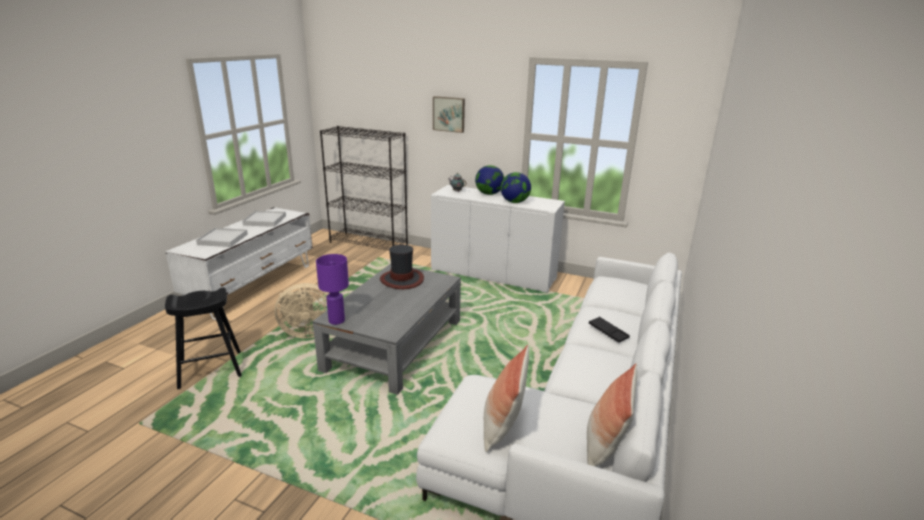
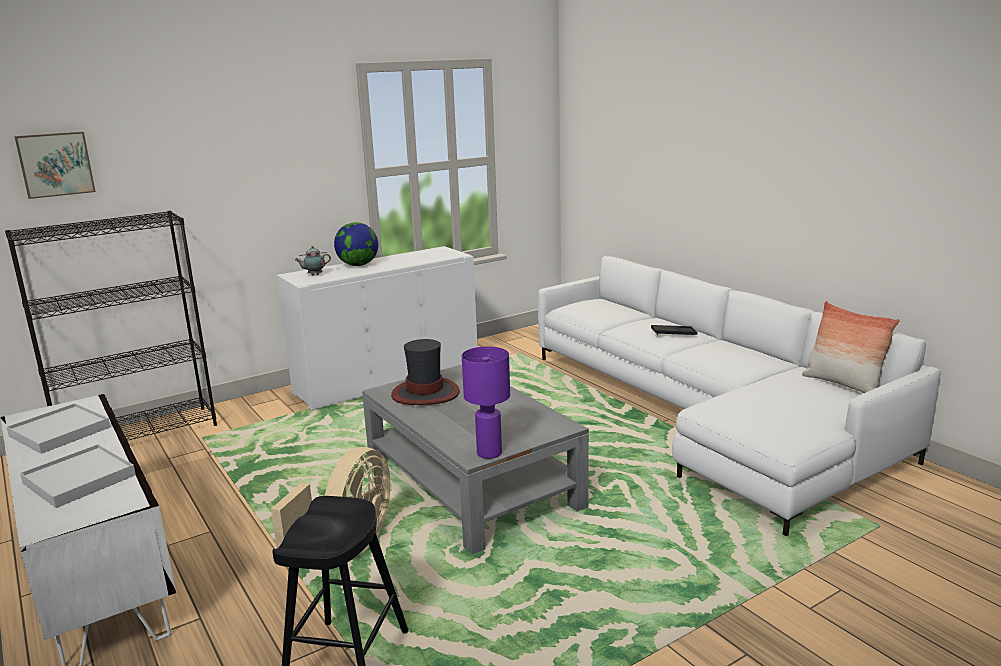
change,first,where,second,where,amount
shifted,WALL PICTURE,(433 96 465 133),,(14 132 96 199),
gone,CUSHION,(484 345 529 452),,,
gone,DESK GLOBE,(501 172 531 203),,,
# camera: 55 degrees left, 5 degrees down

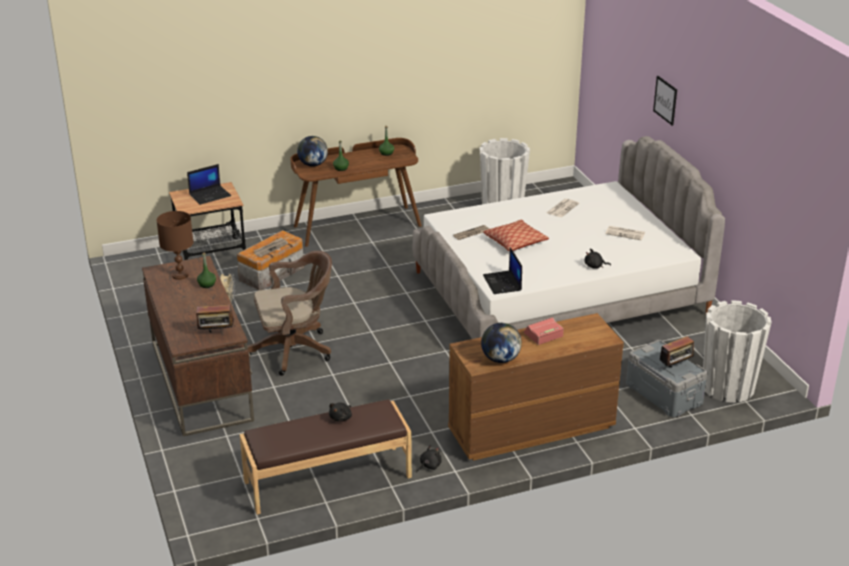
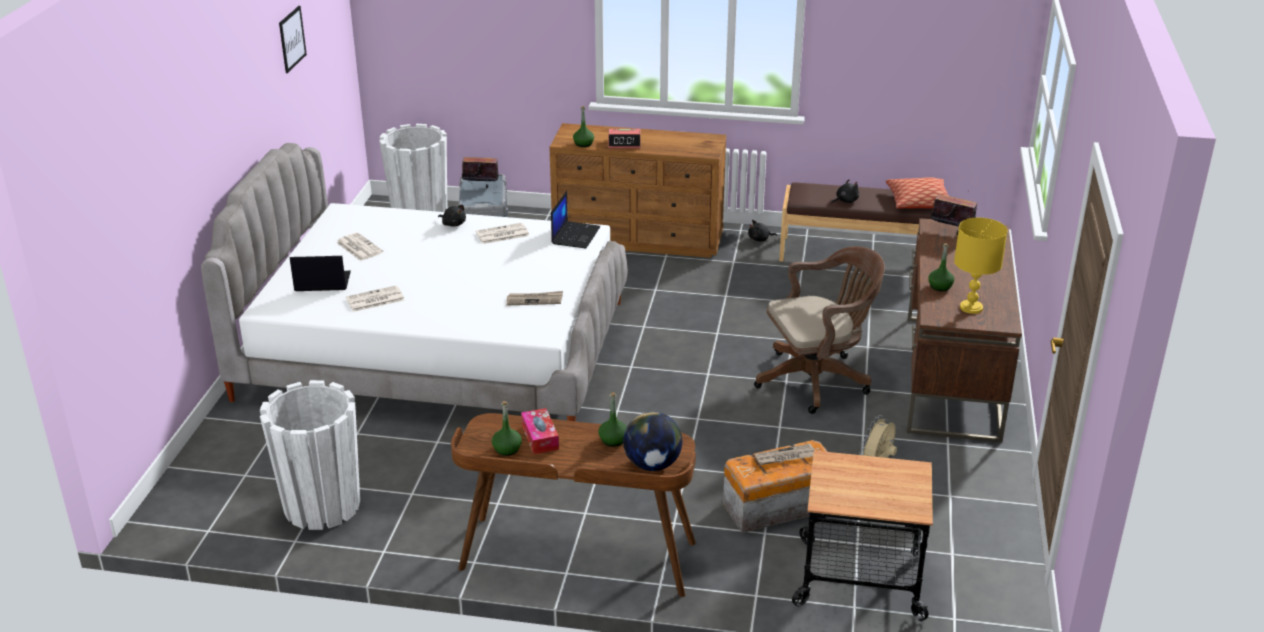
change,first,where,second,where,amount
repainted,BROWN-COLOURED TABLETOP LAMP,(157 211 194 280),YELLOW TABLETOP LAMP,(954 218 1008 314),
shifted,NOTEBOOK COMPUTER,(187 164 231 205),,(289 256 351 291),
rotated,BROWN-COLOURED OFFICE CHAIR,(247 251 332 376),,(754 246 885 414),150 degrees clockwise
gone,DESK GLOBE,(481 323 522 363),,,
shifted,CUSHION,(483 219 549 252),,(886 177 949 209),
shifted,WALL PICTURE,(653 76 677 126),,(279 6 307 73),
new,,,NEWSPAPER,(476 223 530 244),
new,,,TISSUE HOLDER,(521 408 559 454),
new,,,GREEN DRINK BOTTLE,(573 106 594 147),
# camera: 150 degrees left, 0 degrees up

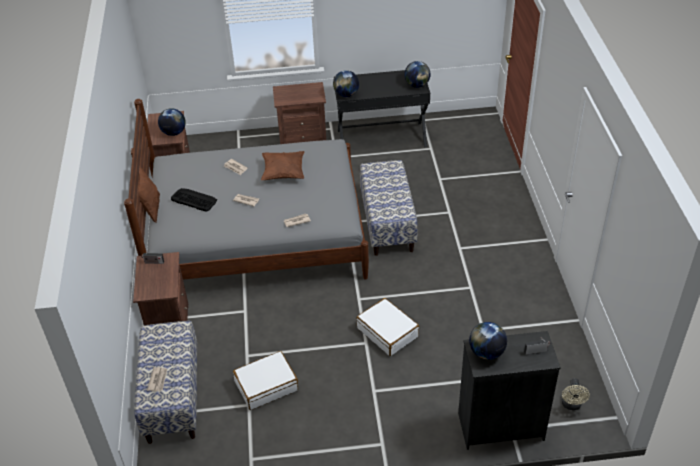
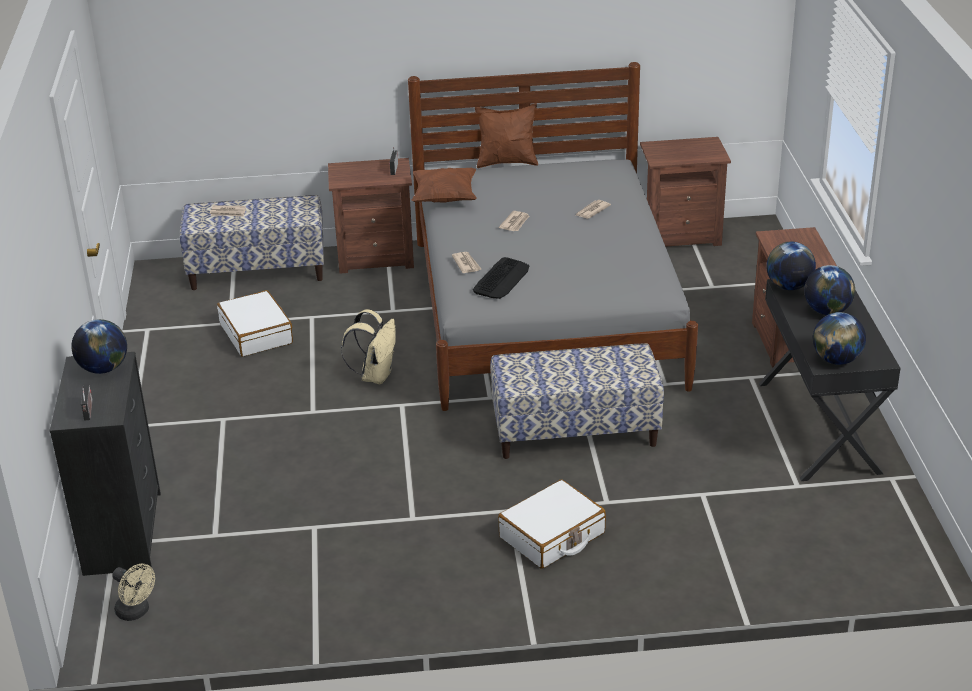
change,first,where,second,where,amount
shifted,DESK GLOBE,(158 108 186 136),,(804 265 855 315),
shifted,COMPUTER KEYBOARD,(171 188 217 212),,(473 257 530 299),
shifted,BROWN-COLOURED CUSHION,(261 151 304 180),,(412 168 477 203),
shifted,WHITISH PIECE OF LUGGAGE,(356 298 419 356),,(498 480 606 569),
rotated,BEIGE-COLOURED COOLING FAN,(562 378 590 410),,(112 564 155 621),150 degrees counterclockwise
new,,,BEIGE-COLOURED RUCKSACK,(341 309 396 384),
# camera: 90 degrees right, 10 degrees down

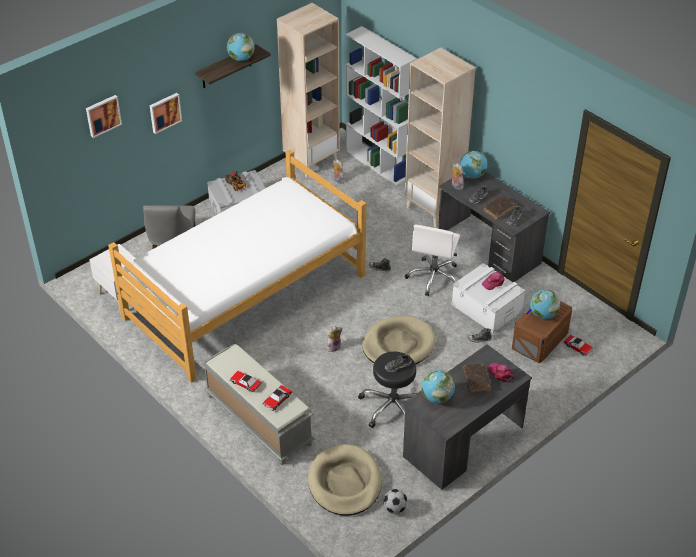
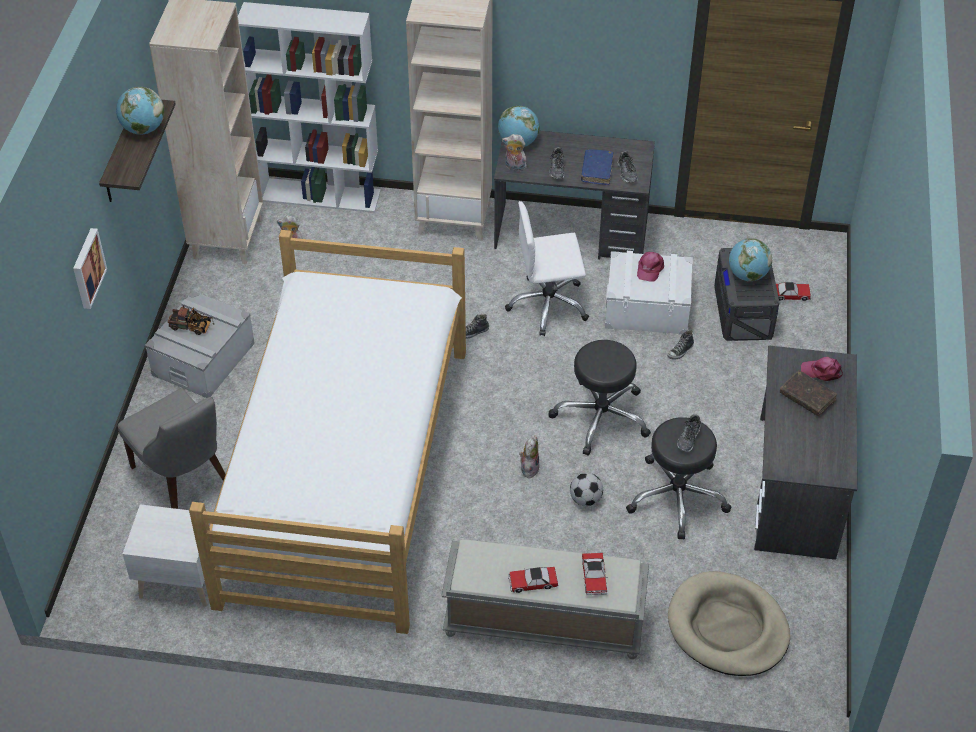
change,first,where,second,where,amount
gone,WALL PICTURE,(86 95 122 138),,,
swapped,BEIGE-COLOURED PET BED,(362 316 436 364),BLACK-COLOURED STOOL SEAT,(548 340 651 456),
shifted,BALL FOR FOOTBALL,(383 489 407 514),,(570 473 603 506),
rotated,WHITISH OFFICE CHAIR,(405 225 460 296),,(505 201 589 336),105 degrees clockwise
gone,DESK GLOBE,(421 370 455 403),,,
repainted,BROWN-COLOURED VOLUME,(483 196 516 220),BLUE-COLOURED VOLUME,(581 149 613 185),
repainted,BROWN-COLOURED STORAGE BIN,(512 301 572 363),GREYISH STORAGE BIN,(714 248 780 341),
# camera: 40 degrees left, 5 degrees up

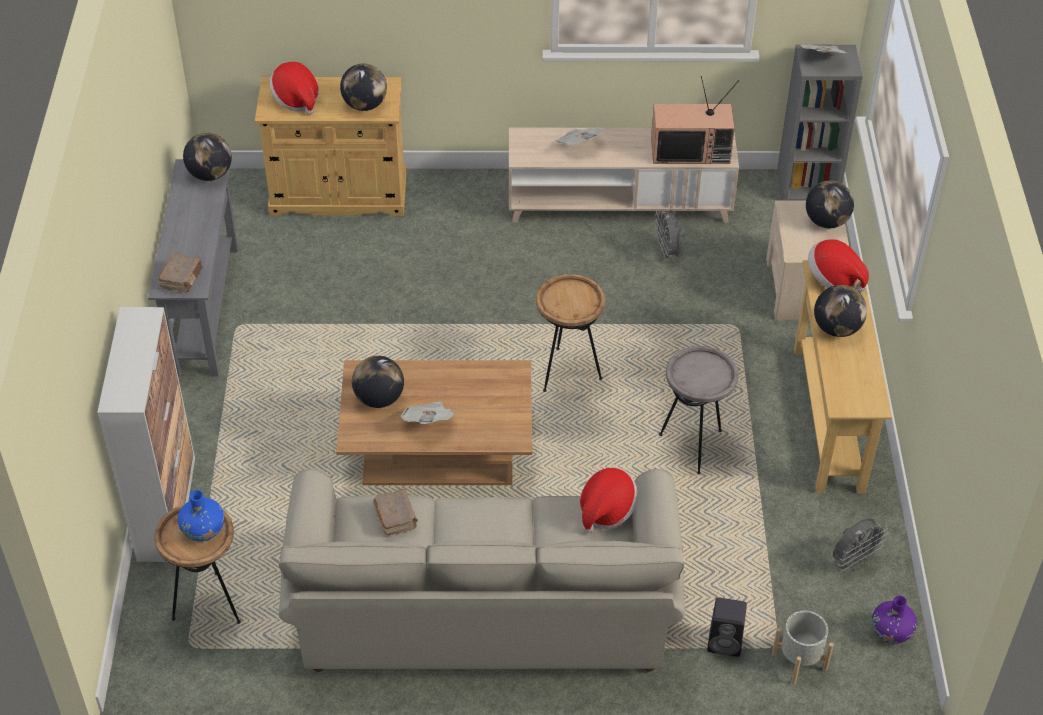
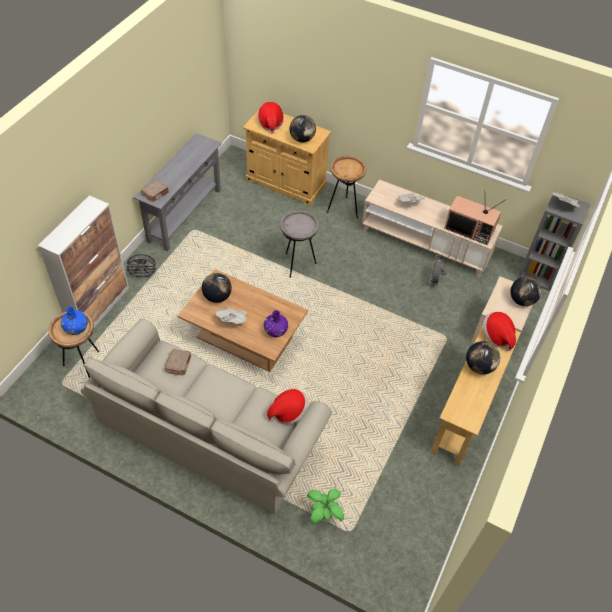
change,first,where,second,where,amount
gone,DESK GLOBE,(183 133 232 181),,,
shifted,BROWN-COLOURED END TABLE,(536 274 605 392),,(327 156 366 218),
shifted,GREYISH END TABLE,(659 346 738 474),,(280 210 319 278),
swapped,BLACK-COLOURED AUDIO SPEAKER,(707 597 747 657),PLANT IN A POT,(307 488 344 525),
gone,GREYISH PLANT POT,(772 611 834 685),,,
shifted,GREYISH COOLING FAN,(833 518 888 572),,(125 254 157 279),
shifted,PURPLE VASE,(872 596 917 644),,(264 310 288 337),
# camera: 25 degrees right, 5 degrees up

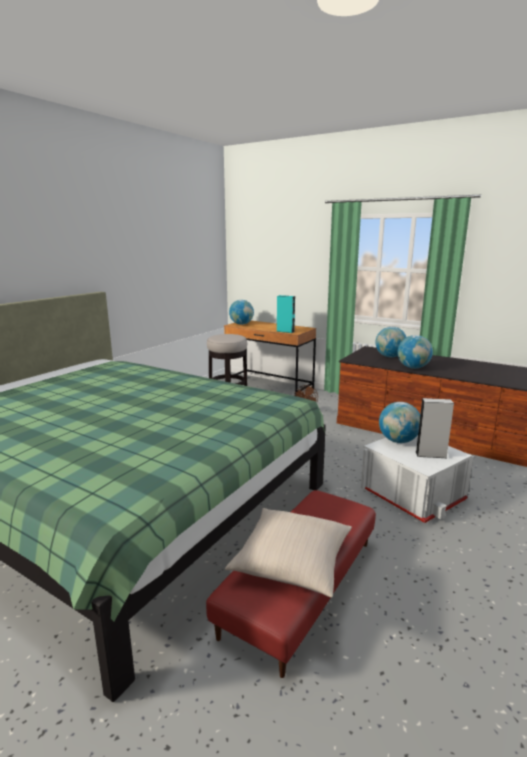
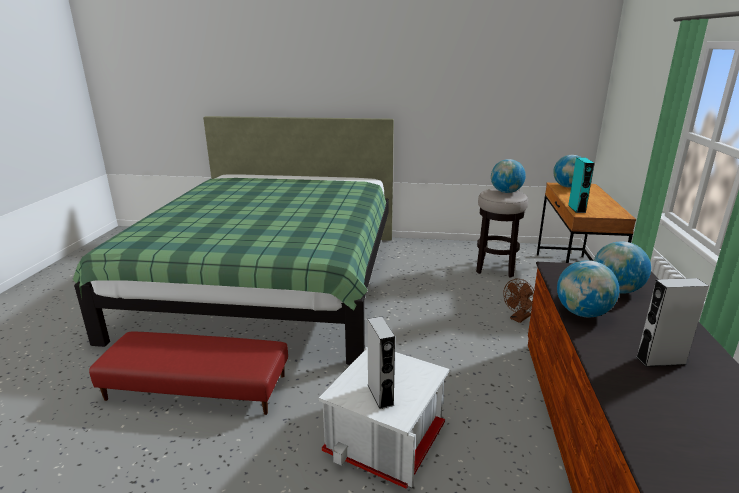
change,first,where,second,where,amount
gone,BEIGE-COLOURED CUSHION,(225 508 352 598),,,
shifted,DESK GLOBE,(379 402 420 443),,(491 159 526 193),
new,,,GREYISH AUDIO SPEAKER,(636 278 709 367),
# camera: 65 degrees right, 5 degrees up

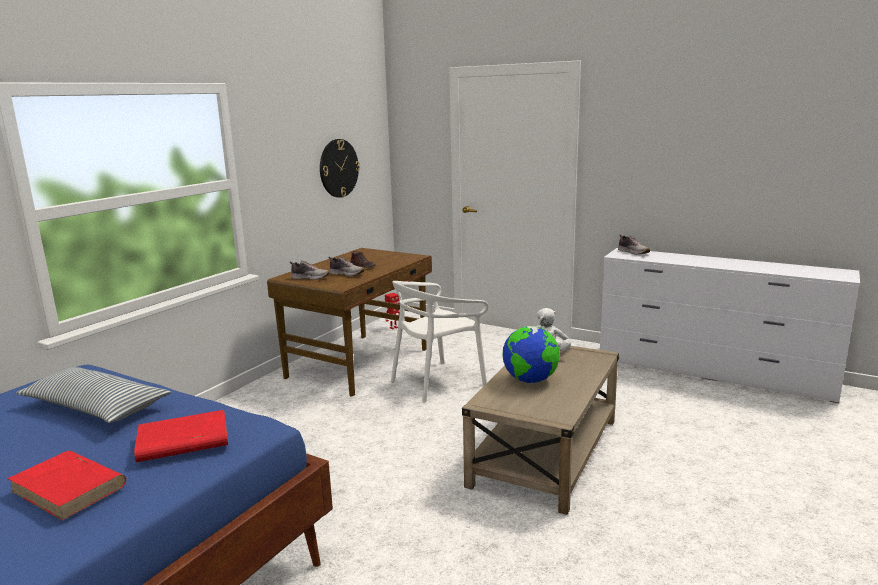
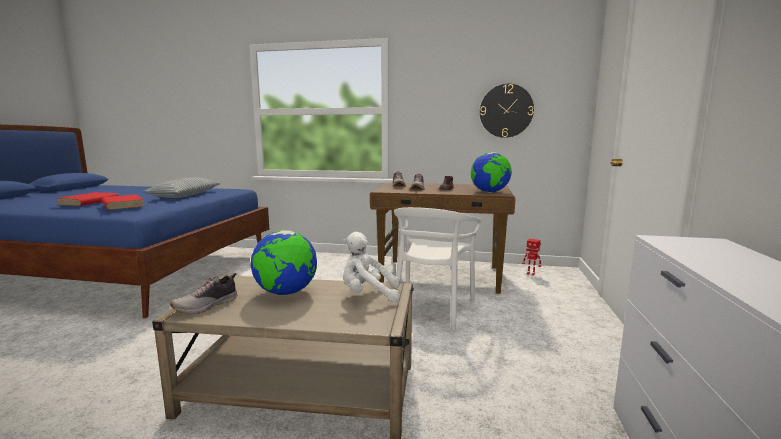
change,first,where,second,where,amount
rotated,WHITISH UPRIGHT CHAIR,(391 281 489 403),,(394 207 481 331),105 degrees counterclockwise
shifted,SHOE,(618 234 650 255),,(170 273 237 314),
new,,,DESK GLOBE,(471 152 512 192),
# camera: 70 degrees right, 5 degrees down

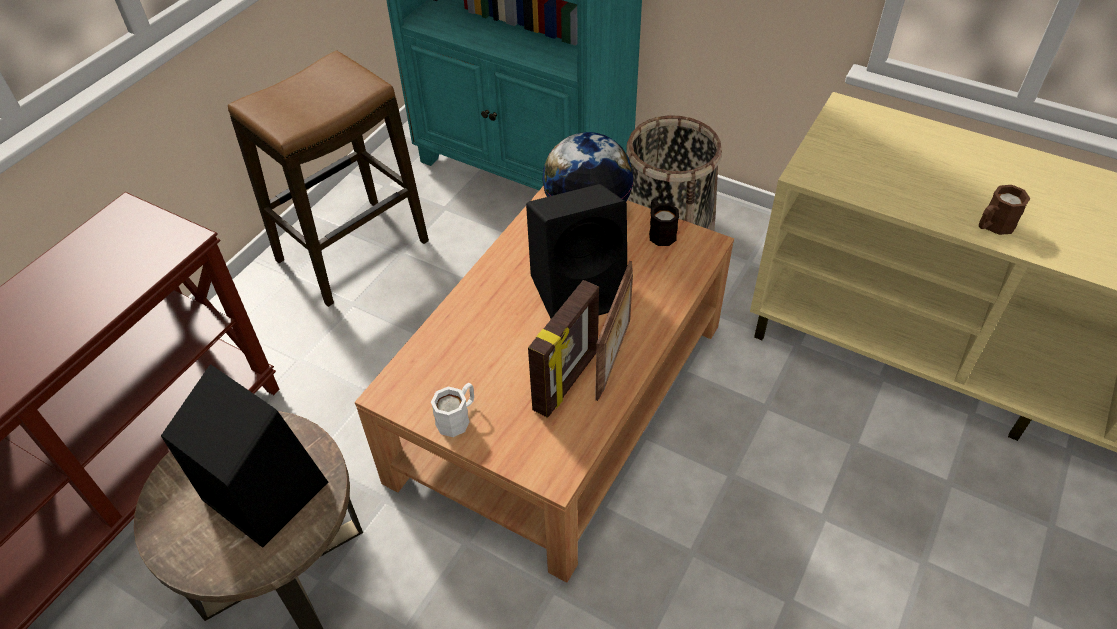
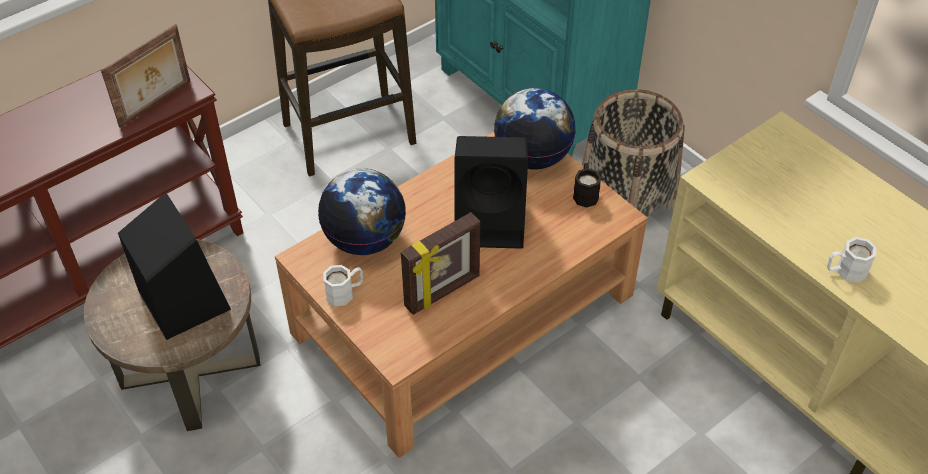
change,first,where,second,where,amount
shifted,STANDING FRAME,(595 261 633 401),,(101 24 191 128),
repainted,BROWN-COLOURED COFFEE MUG,(979 185 1031 235),WHITISH COFFEE MUG,(827 237 876 283),
new,,,DESK GLOBE,(318 168 406 255),
# camera: 20 degrees right, 0 degrees up

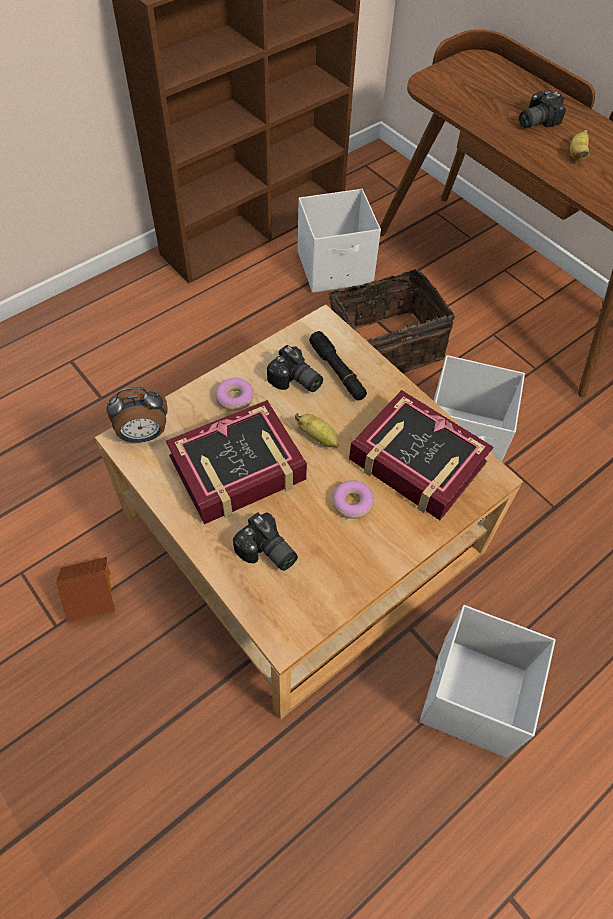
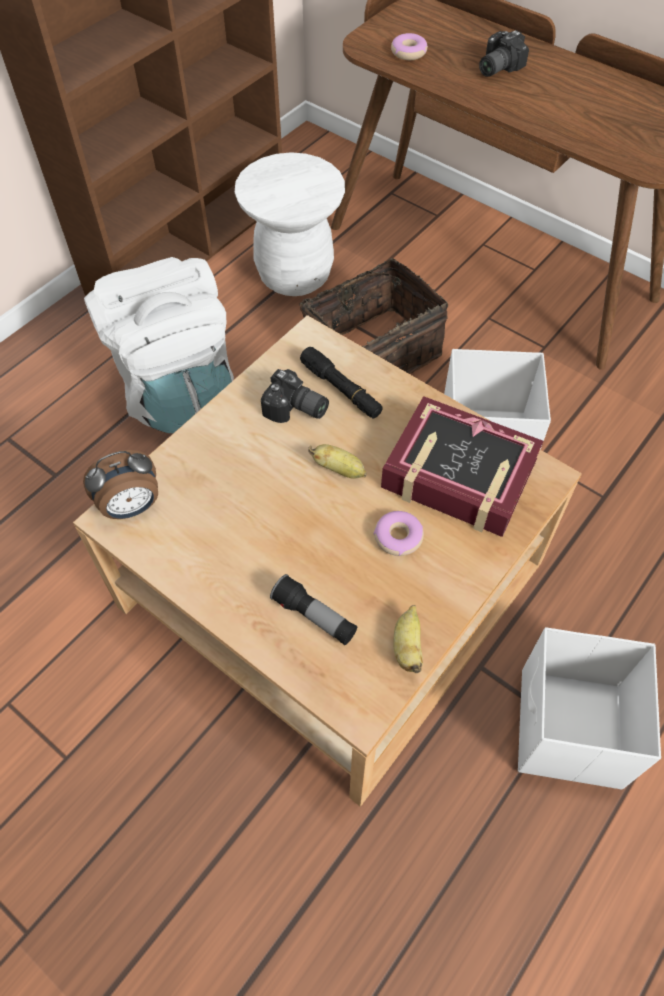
change,first,where,second,where,amount
gone,MINIATURE HOUSE,(55 557 116 623),,,
gone,VOLUME,(166 400 307 524),,,
shifted,DONUT,(216 378 254 411),,(391 33 428 60),
swapped,STILL CAMERA,(233 512 298 571),FLASHLIGHT,(270 574 357 645),
swapped,WHITISH STORAGE BIN,(298 189 381 293),WHITISH STOOL SEAT,(235 152 345 296),
shifted,BANANA FRUIT,(570 130 589 161),,(393 605 423 673),
new,,,WHITISH RUCKSACK,(84 257 234 433),
# camera: 10 degrees left, 0 degrees up

